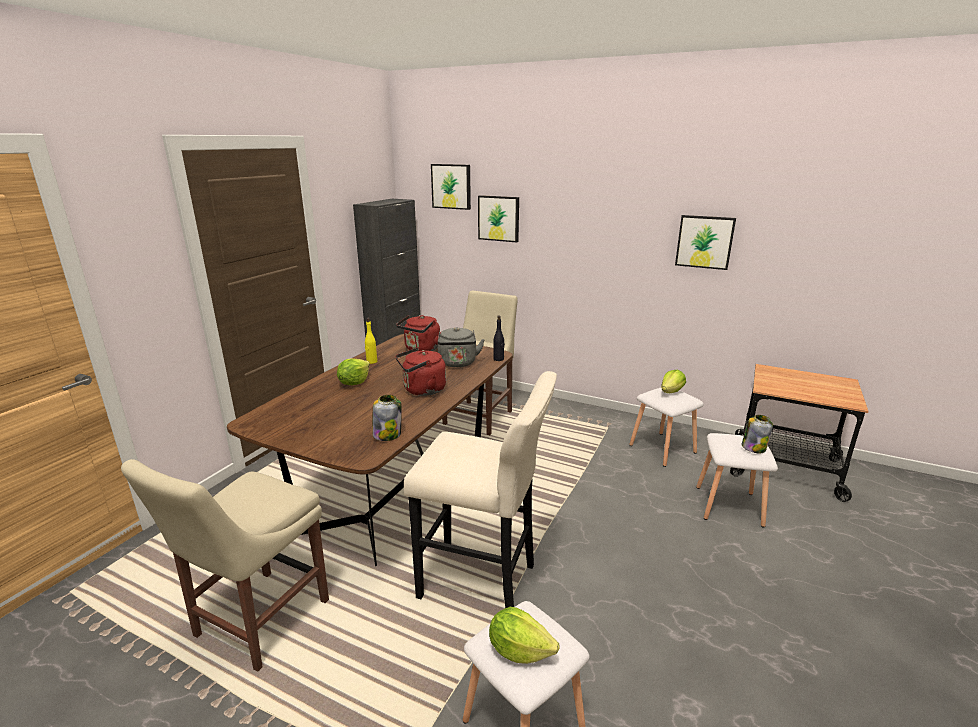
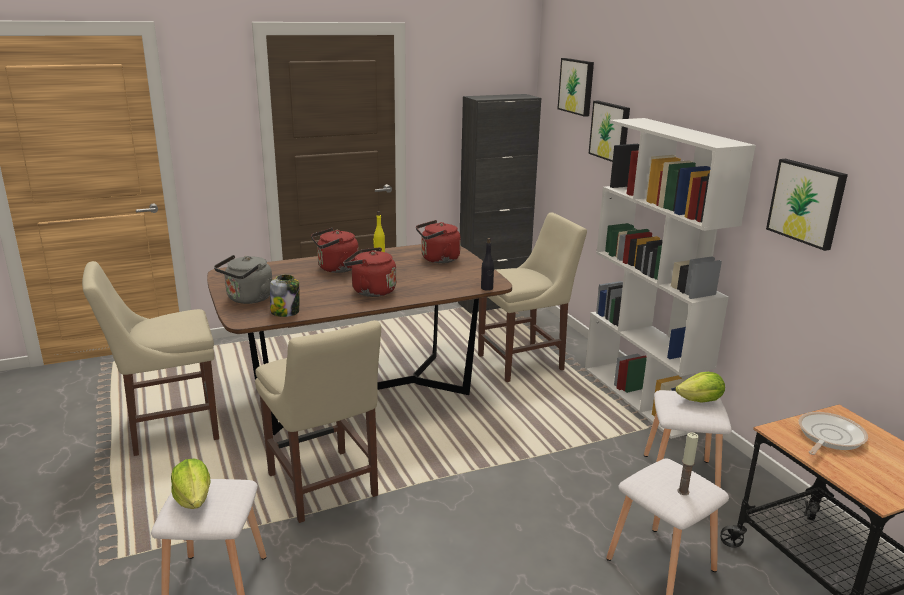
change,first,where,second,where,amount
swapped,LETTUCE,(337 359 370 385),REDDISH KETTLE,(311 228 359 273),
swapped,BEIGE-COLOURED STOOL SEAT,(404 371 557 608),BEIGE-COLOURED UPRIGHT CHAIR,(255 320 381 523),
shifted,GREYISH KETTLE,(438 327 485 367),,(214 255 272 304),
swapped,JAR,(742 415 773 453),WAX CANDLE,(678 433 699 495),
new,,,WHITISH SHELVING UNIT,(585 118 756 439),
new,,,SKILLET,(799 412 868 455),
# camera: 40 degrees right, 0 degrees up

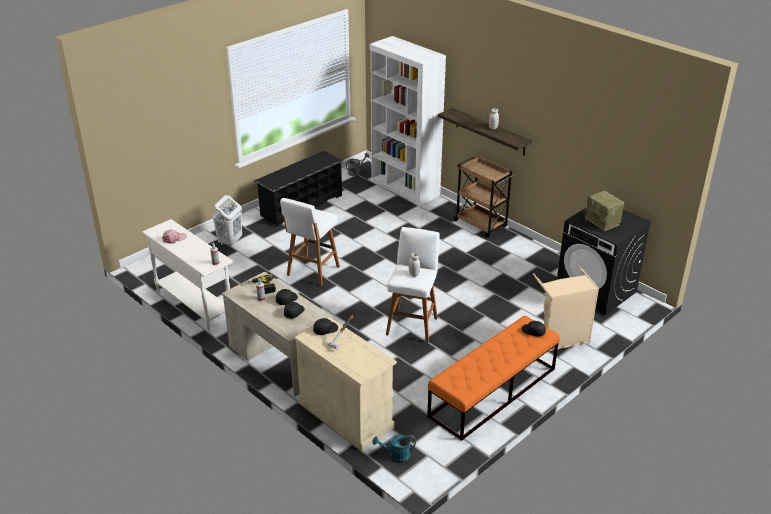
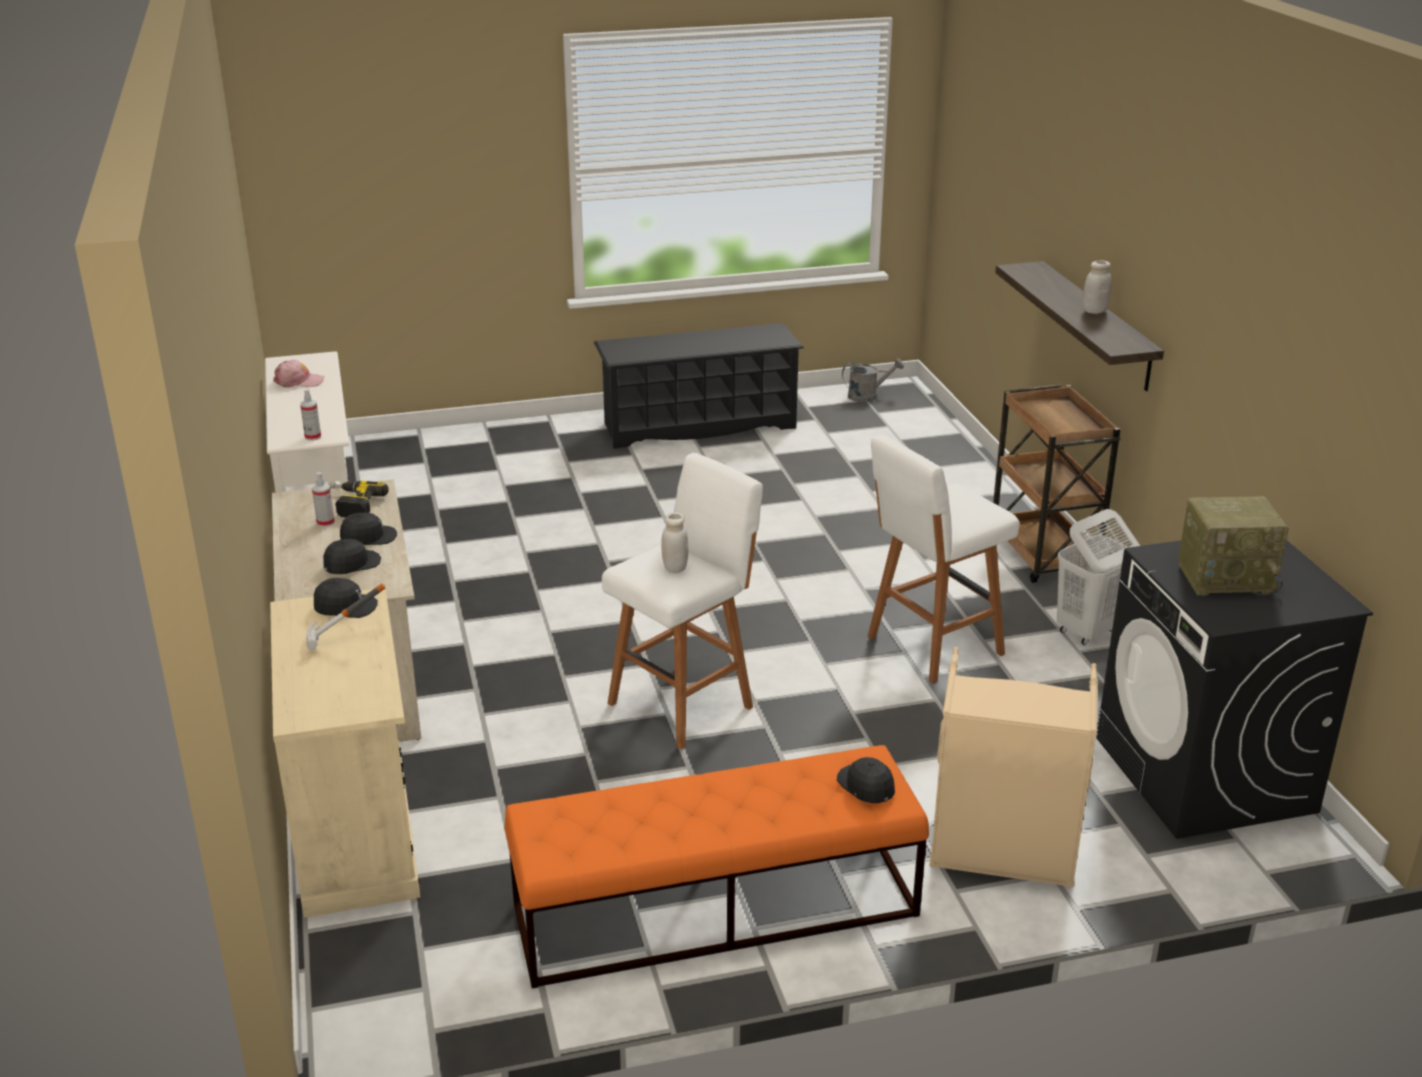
change,first,where,second,where,amount
shifted,WHITISH HAMPER,(212 195 242 248),,(1057 509 1140 645),
shifted,WHITISH STOOL SEAT,(280 198 340 286),,(868 435 1019 684),
gone,WHITISH SHELVING UNIT,(369 36 446 206),,,
gone,TURQUOISE-COLOURED SPRINKLING CAN,(372 434 416 463),,,
rotated,RADIO RECEIVER,(585 191 624 231),,(1179 496 1289 596),90 degrees counterclockwise
# camera: 30 degrees right, 5 degrees down

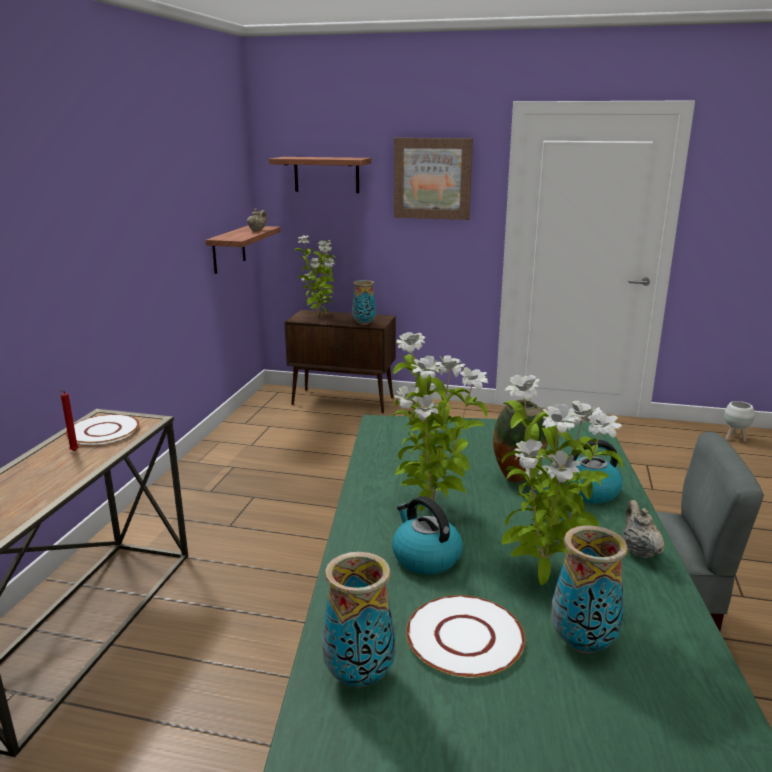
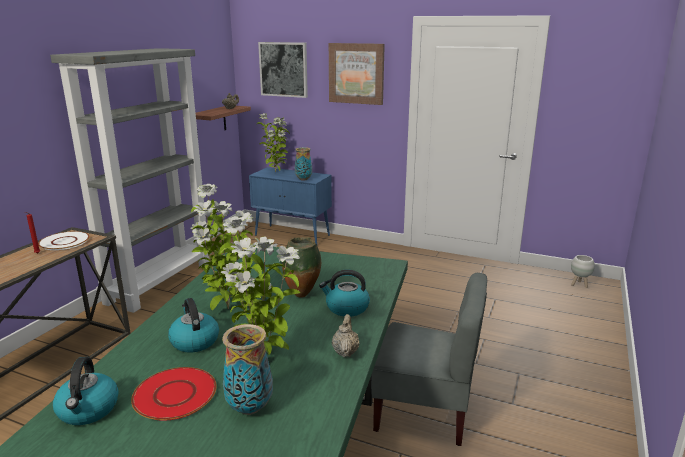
change,first,where,second,where,amount
swapped,SHELF,(269 157 371 193),WALL PICTURE,(258 42 308 98),
repainted,BROWN-COLOURED STORAGE CABINET,(284 310 396 414),BLUE-COLOURED STORAGE CABINET,(249 167 332 245),
swapped,VASE,(322 552 396 688),KETTLE,(53 356 119 425),
repainted,WHITISH PLATE,(406 595 525 677),REDDISH PLATE,(131 367 217 421),
new,,,GREYISH SHELVING UNIT,(50 48 211 313),
# camera: 10 degrees right, 0 degrees up

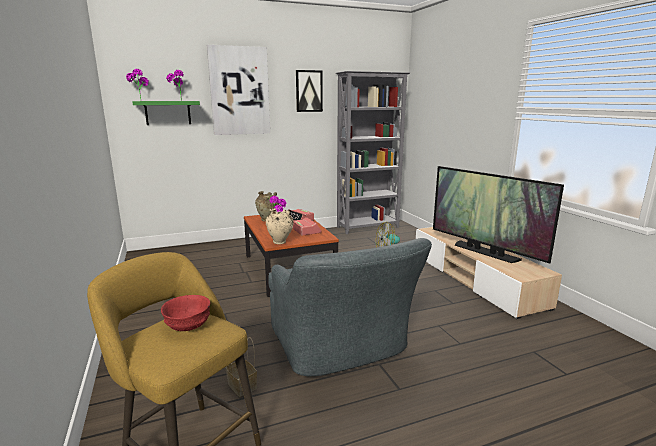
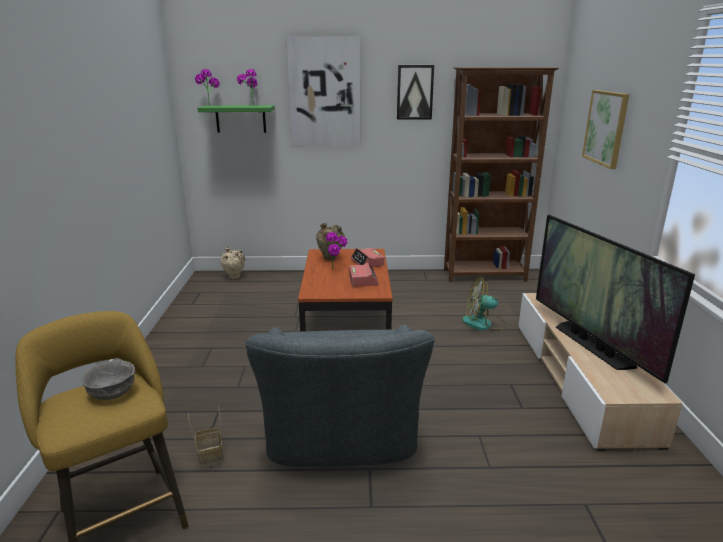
change,first,where,second,where,amount
repainted,REDDISH SERVING BOWL,(161 295 210 331),GREYISH SERVING BOWL,(81 360 135 400),
shifted,BEIGE-COLOURED VASE,(266 208 294 244),,(220 247 245 279),
repainted,GREYISH SHELVING UNIT,(336 71 410 234),BROWN-COLOURED SHELVING UNIT,(444 67 559 282),
new,,,WALL PICTURE,(582 90 629 169),
# camera: 20 degrees right, 5 degrees up

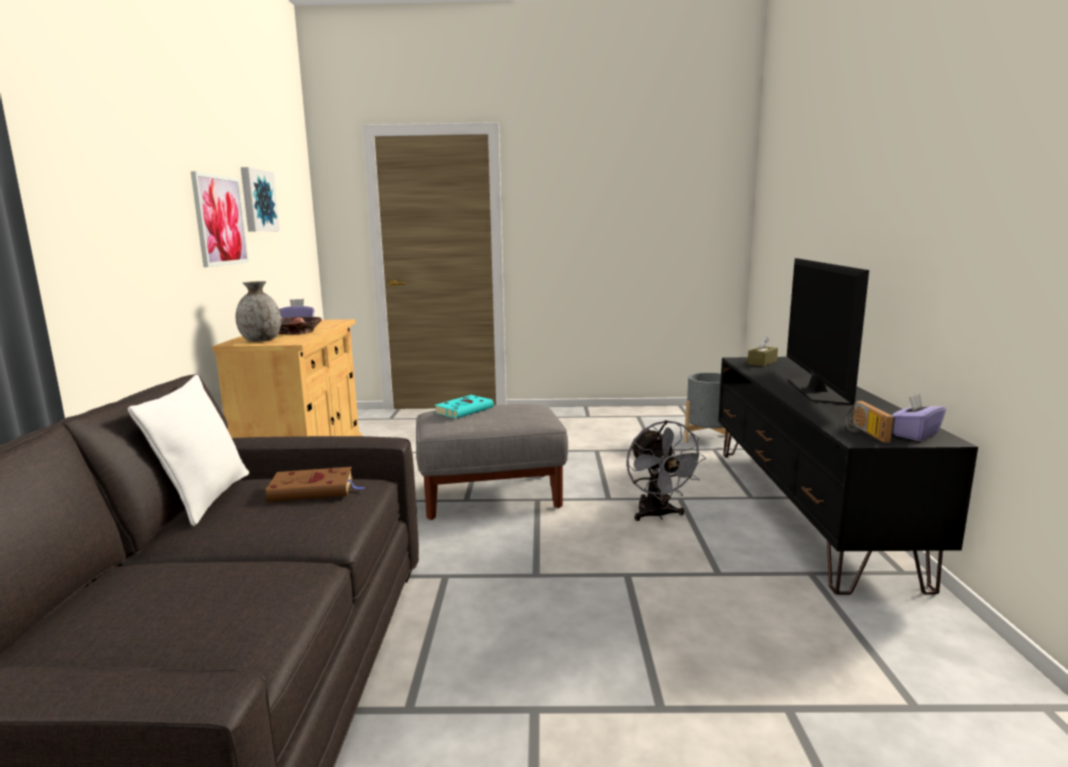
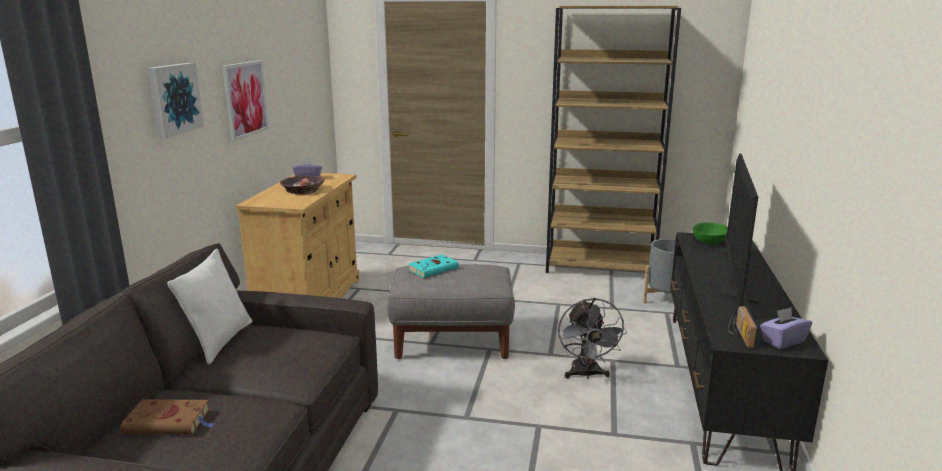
change,first,where,second,where,amount
gone,GREYISH VASE,(235 281 281 342),,,
shifted,WALL PICTURE,(241 167 280 231),,(148 63 204 138),
shifted,BROWN-COLOURED VOLUME,(266 467 364 502),,(120 399 215 435),
swapped,BROWN-COLOURED TISSUE HOLDER,(748 336 778 366),GREEN SERVING BOWL,(692 223 728 245),
new,,,BROWN-COLOURED SHELVING UNIT,(546 6 681 273),
# camera: 10 degrees right, 5 degrees up

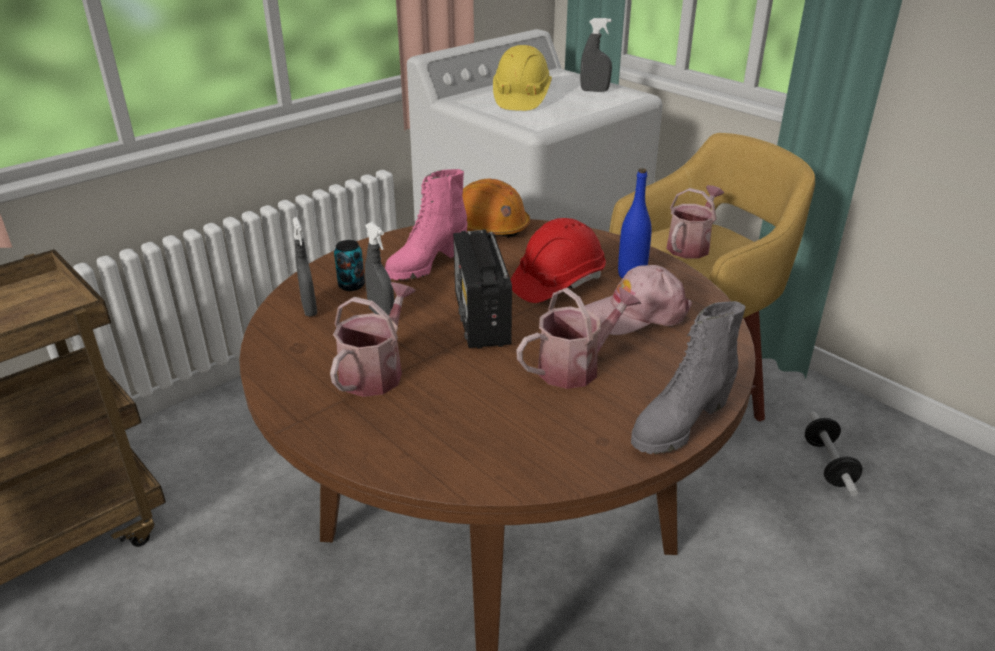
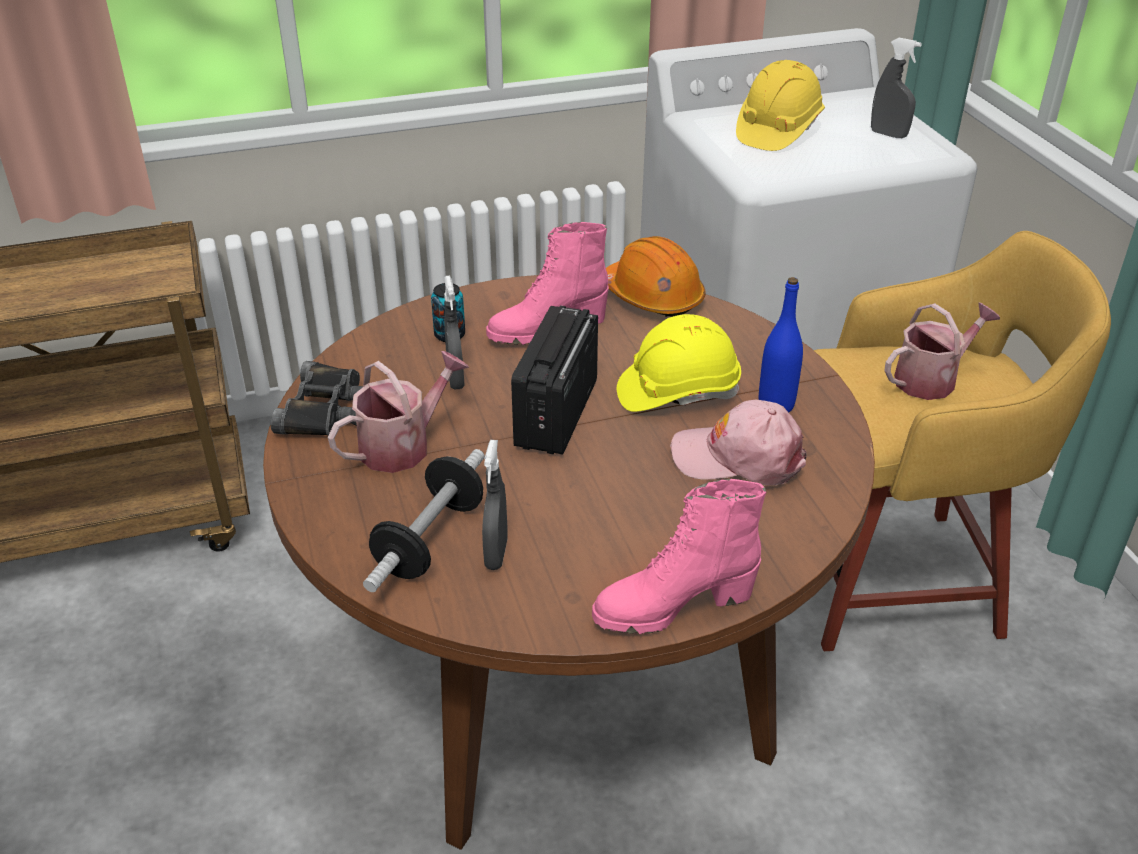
change,first,where,second,where,amount
shifted,GREYISH HAND SPRAYER,(293 217 317 317),,(482 440 507 570),
repainted,REDDISH HARD HAT,(511 218 606 303),YELLOW HARD HAT,(617 314 741 412),
gone,SPRINKLING CAN,(516 287 641 389),,,
repainted,GREYISH BOOT,(631 301 745 454),PINKISH BOOT,(592 479 766 634),
shifted,HAND WEIGHT,(805 412 862 496),,(363 449 485 592),
new,,,BLACK-COLOURED FIELD GLASSES,(270 361 364 436),
# camera: 25 degrees right, 5 degrees up

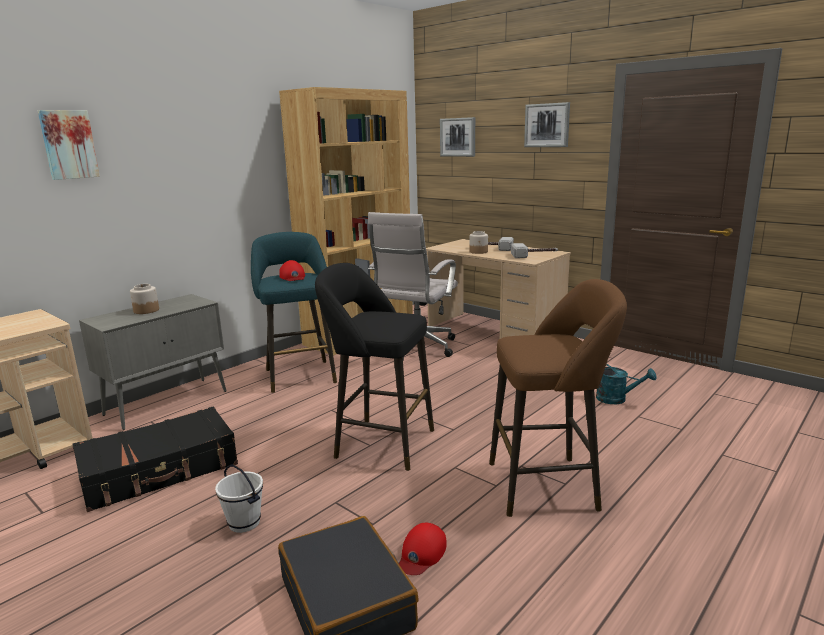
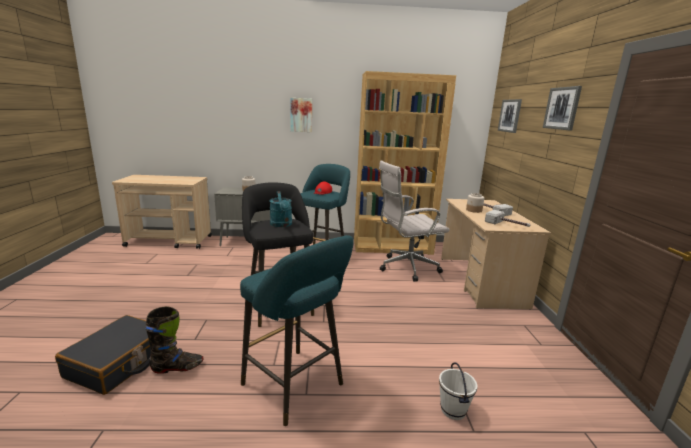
change,first,where,second,where,amount
shifted,WALL PICTURE,(38 110 100 180),,(290 98 312 132),
gone,BLACK-COLOURED PIECE OF LUGGAGE,(73 406 238 512),,,
shifted,WHITISH WATER BUCKET,(215 465 263 533),,(439 363 477 420),
swapped,REDDISH BASEBALL CAP,(399 523 447 575),BLACK-COLOURED BOOT,(145 306 203 374),
repainted,BROWN-COLOURED STOOL SEAT,(489 279 627 517),TURQUOISE-COLOURED STOOL SEAT,(240 235 354 426),
shifted,TURQUOISE-COLOURED SPRINKLING CAN,(596 364 656 404),,(269 191 292 227),
# camera: 45 degrees right, 0 degrees up

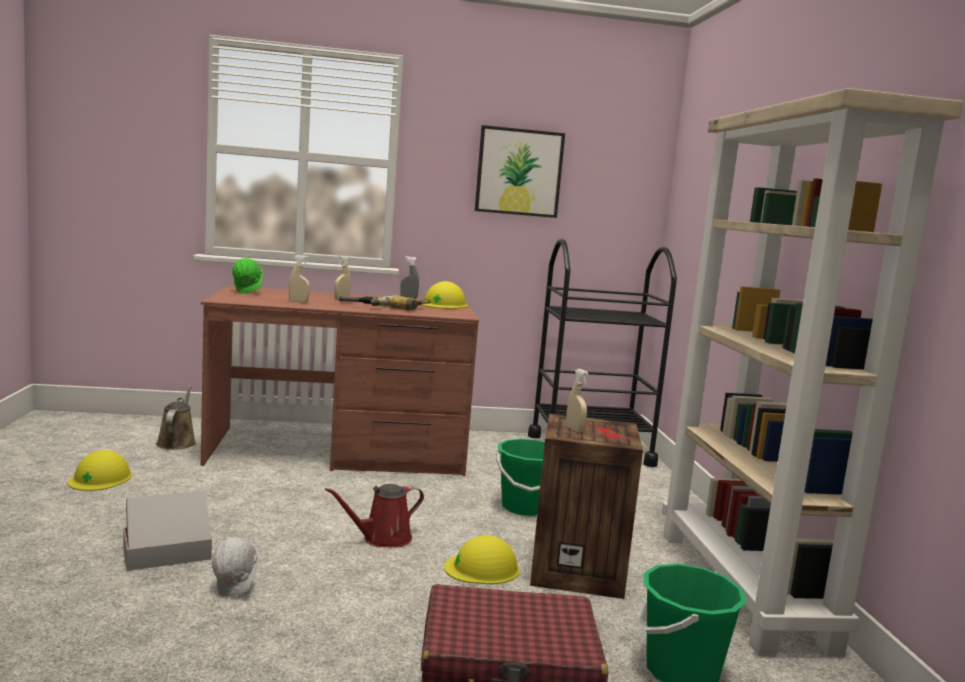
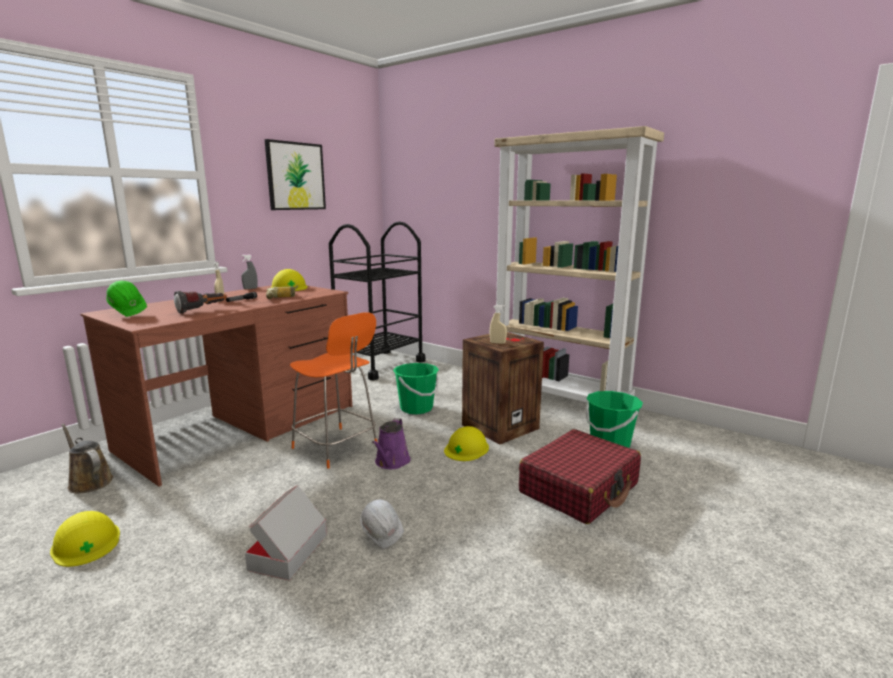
change,first,where,second,where,amount
swapped,BEIGE-COLOURED HAND SPRAYER,(289 255 310 303),FLASHLIGHT,(174 291 227 314),
repainted,REDDISH SPRINKLING CAN,(325 484 424 548),PURPLE SPRINKLING CAN,(372 418 411 469),
new,,,ORANGEY STOOL SEAT,(290 312 377 469),
# camera: 45 degrees left, 5 degrees up

